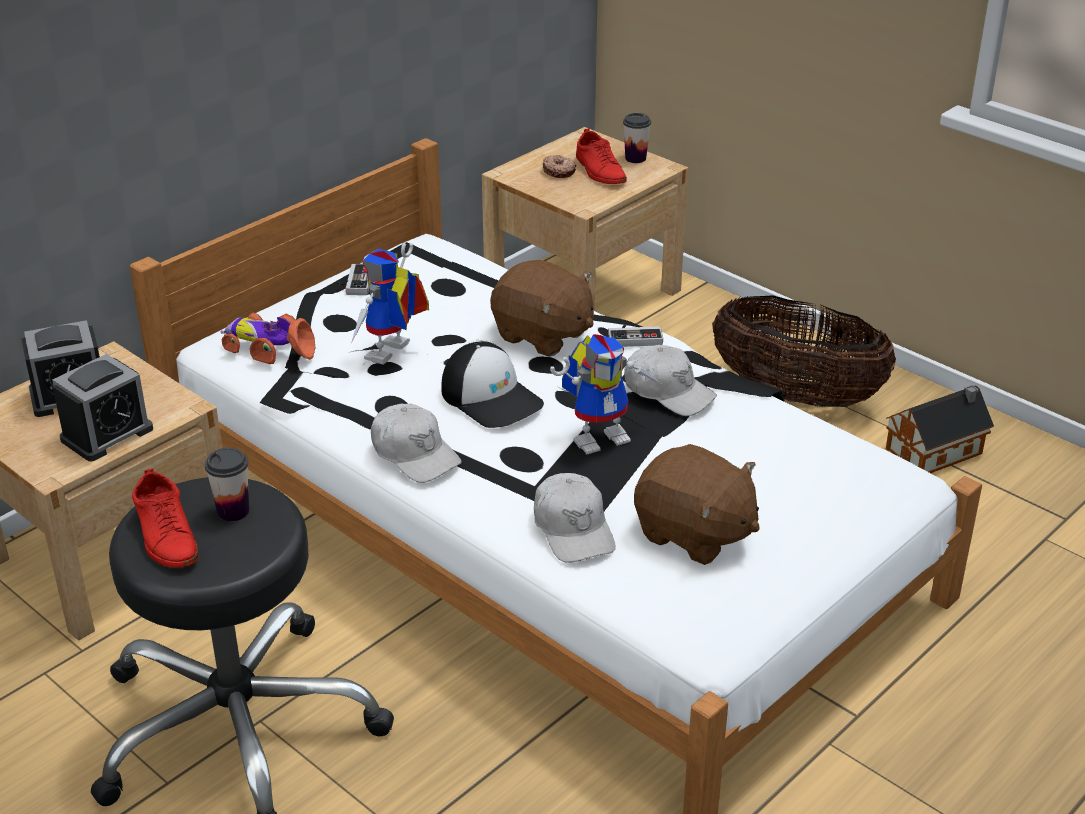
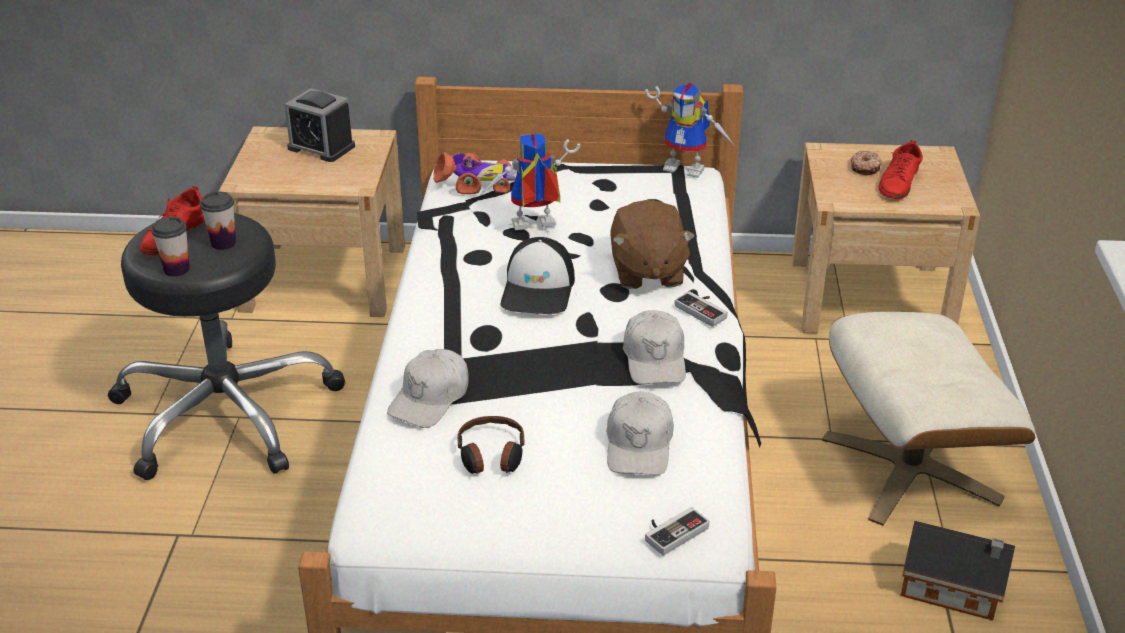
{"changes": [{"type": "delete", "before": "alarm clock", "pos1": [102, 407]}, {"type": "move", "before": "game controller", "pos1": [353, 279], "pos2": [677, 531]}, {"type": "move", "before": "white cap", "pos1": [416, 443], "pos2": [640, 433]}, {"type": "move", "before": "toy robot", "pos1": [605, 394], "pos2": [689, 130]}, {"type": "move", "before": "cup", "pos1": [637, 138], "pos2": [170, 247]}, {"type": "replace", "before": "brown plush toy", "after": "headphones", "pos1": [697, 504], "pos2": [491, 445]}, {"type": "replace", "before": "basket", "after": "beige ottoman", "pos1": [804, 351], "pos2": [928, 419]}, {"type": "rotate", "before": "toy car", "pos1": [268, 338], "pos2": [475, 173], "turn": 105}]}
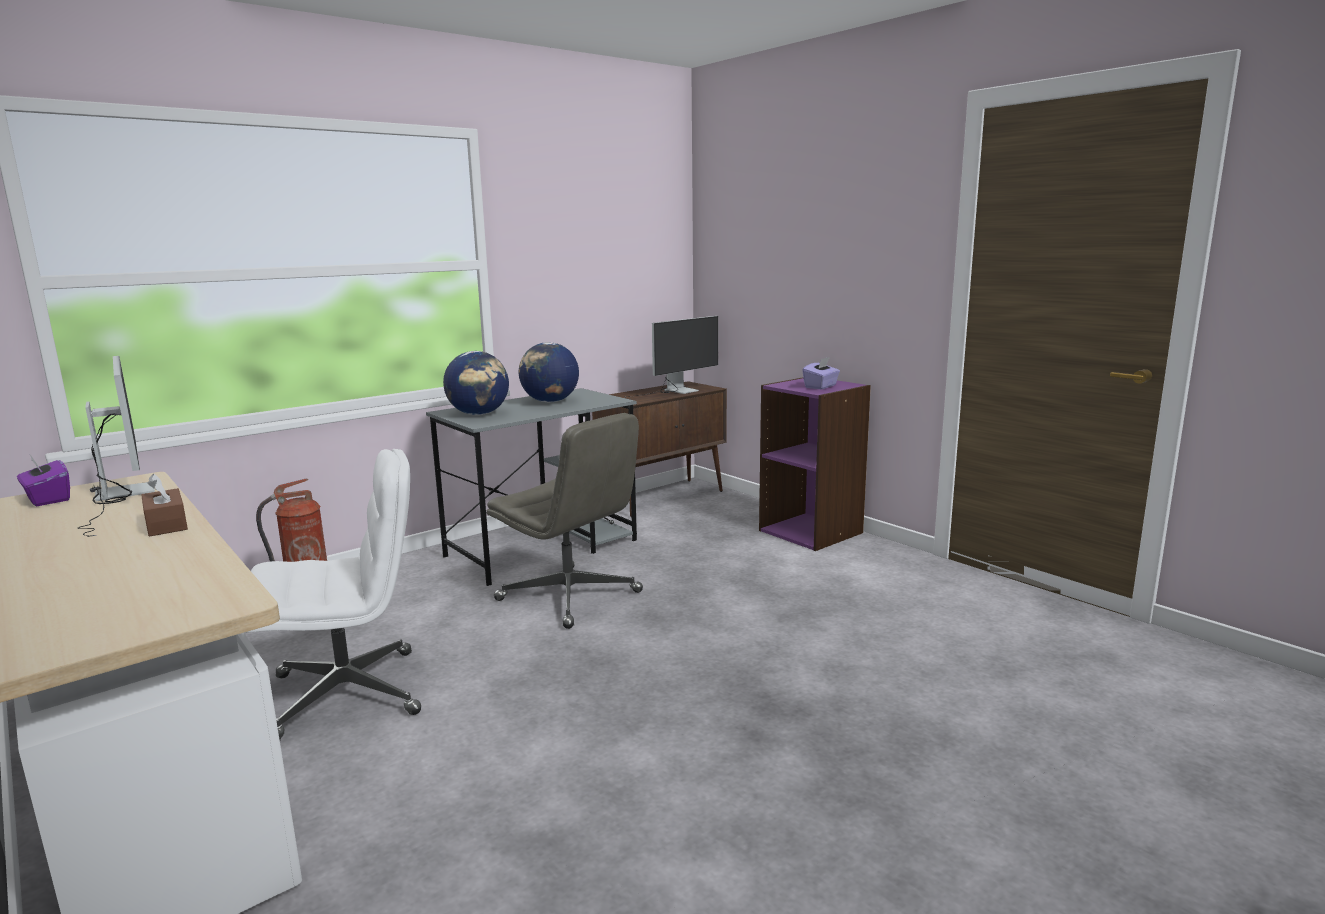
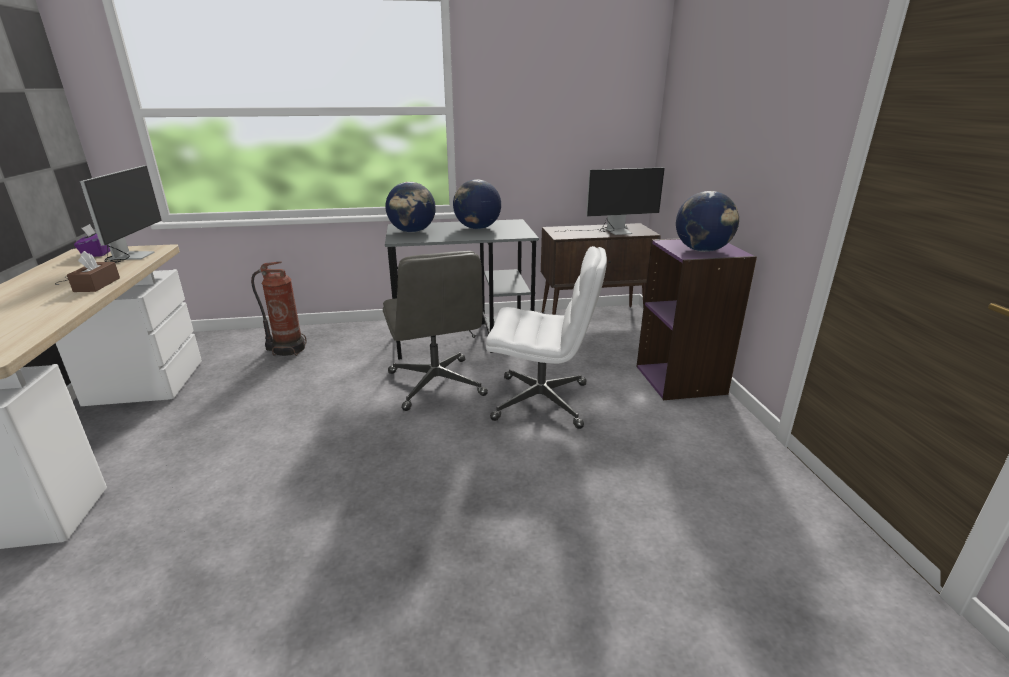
{"changes": [{"type": "move", "before": "white office chair", "pos1": [333, 594], "pos2": [546, 337]}, {"type": "replace", "before": "purple tissue box", "after": "globe", "pos1": [821, 373], "pos2": [707, 221]}]}
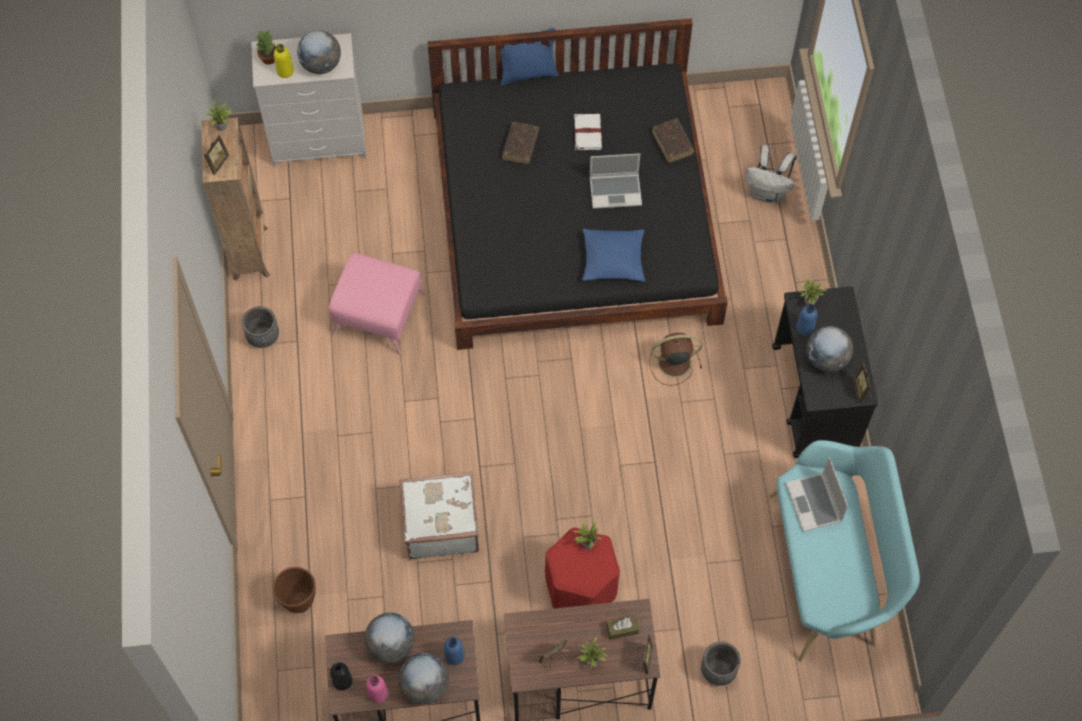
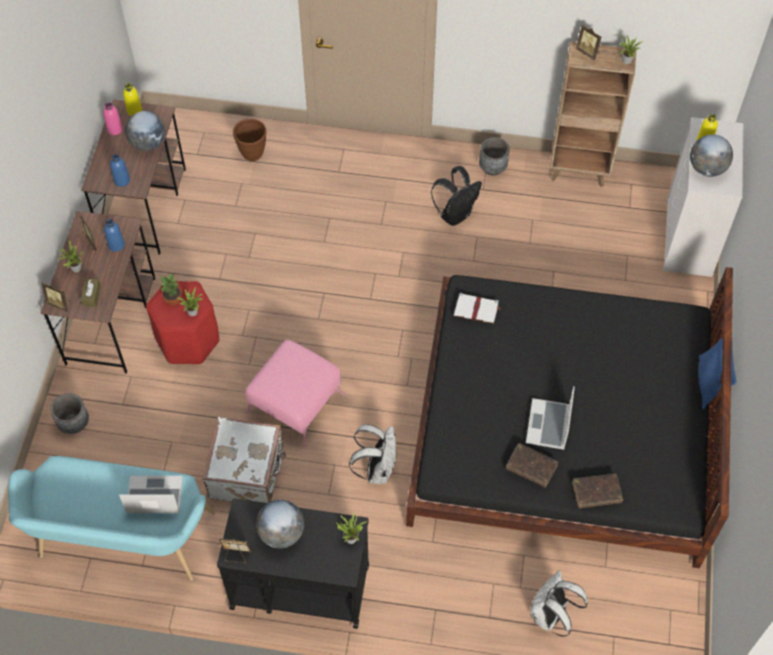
{"changes": [{"type": "delete", "before": "globe", "pos1": [423, 678]}, {"type": "delete", "before": "blue pillow", "pos1": [613, 255]}, {"type": "insert", "after": "black backpack", "pos2": [456, 196]}, {"type": "move", "before": "potted plant", "pos1": [265, 47], "pos2": [171, 289]}, {"type": "move", "before": "pink ottoman", "pos1": [377, 304], "pos2": [295, 393]}, {"type": "move", "before": "white suitcase", "pos1": [439, 515], "pos2": [244, 460]}, {"type": "move", "before": "brown book", "pos1": [520, 143], "pos2": [532, 465]}, {"type": "move", "before": "white book", "pos1": [588, 131], "pos2": [477, 308]}, {"type": "move", "before": "blue bottle", "pos1": [806, 319], "pos2": [114, 235]}, {"type": "replace", "before": "brown fan", "after": "white backpack", "pos1": [675, 359], "pos2": [373, 454]}, {"type": "recolor", "before": "black bottle", "after": "yellow bottle", "pos1": [341, 676], "pos2": [132, 99]}]}
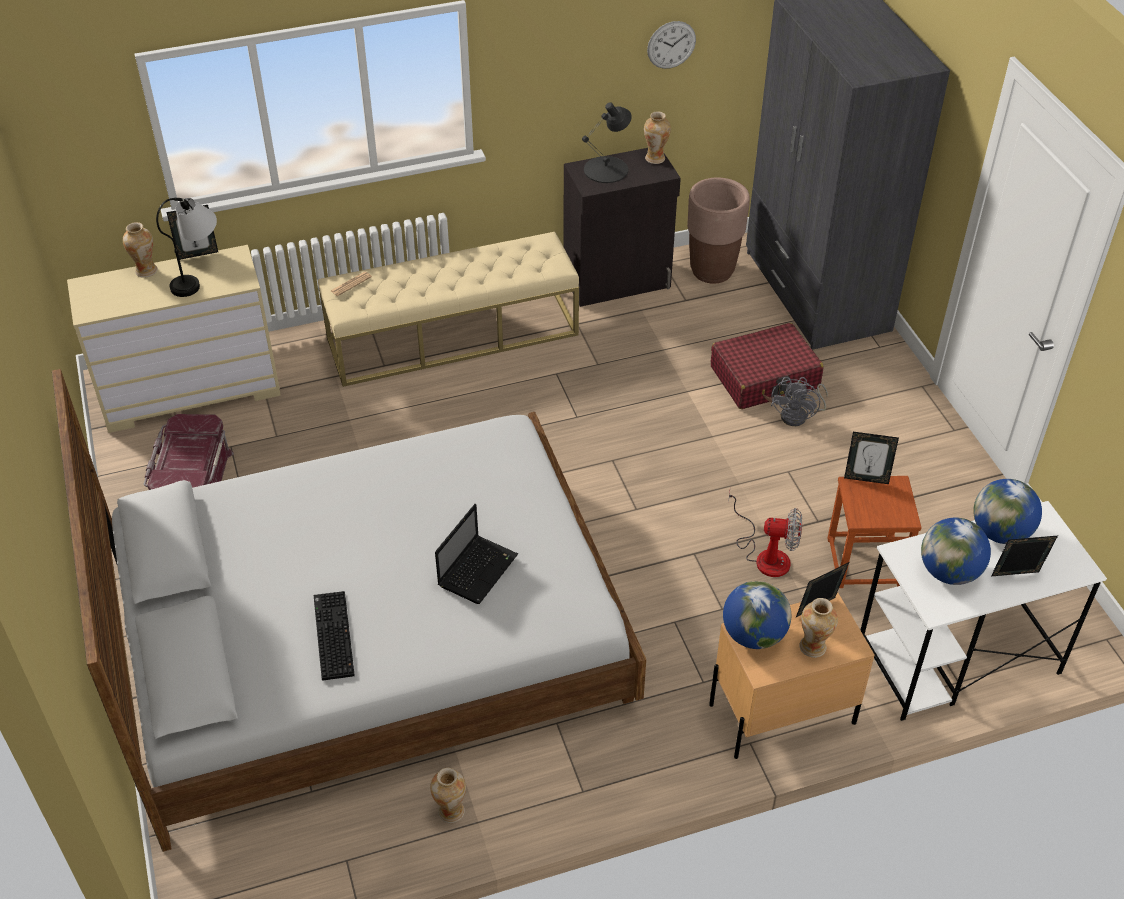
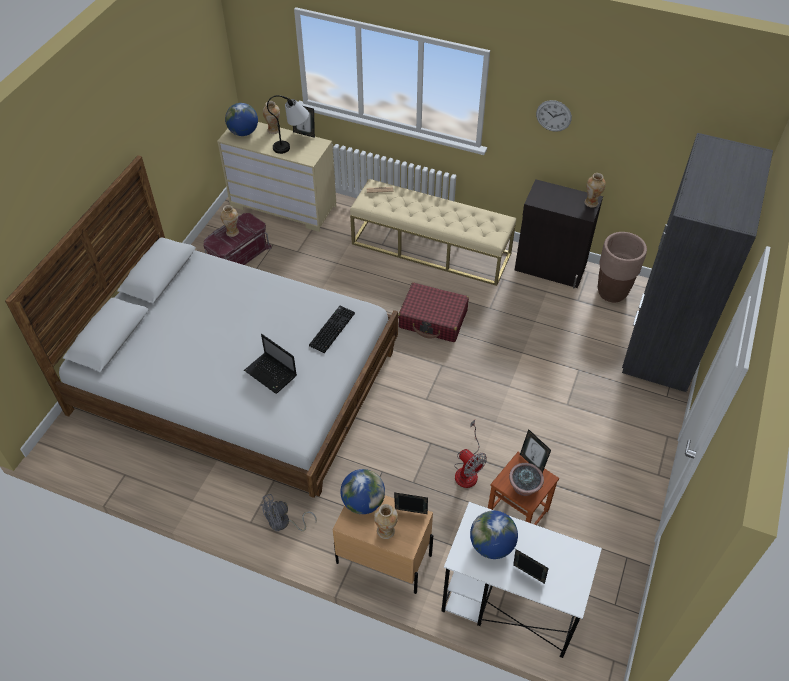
{"changes": [{"type": "delete", "before": "black table lamp", "pos1": [607, 142]}, {"type": "insert", "after": "potted plant", "pos2": [526, 479]}, {"type": "move", "before": "keyboard", "pos1": [334, 636], "pos2": [332, 329]}, {"type": "move", "before": "vase", "pos1": [448, 795], "pos2": [229, 221]}, {"type": "move", "before": "wall clock", "pos1": [671, 45], "pos2": [554, 116]}, {"type": "move", "before": "red suitcase", "pos1": [767, 366], "pos2": [433, 312]}, {"type": "move", "before": "grey fan", "pos1": [799, 401], "pos2": [288, 512]}, {"type": "move", "before": "globe", "pos1": [1007, 511], "pos2": [241, 119]}, {"type": "rotate", "before": "laptop", "pos1": [476, 554], "pos2": [270, 364], "turn": 60}]}
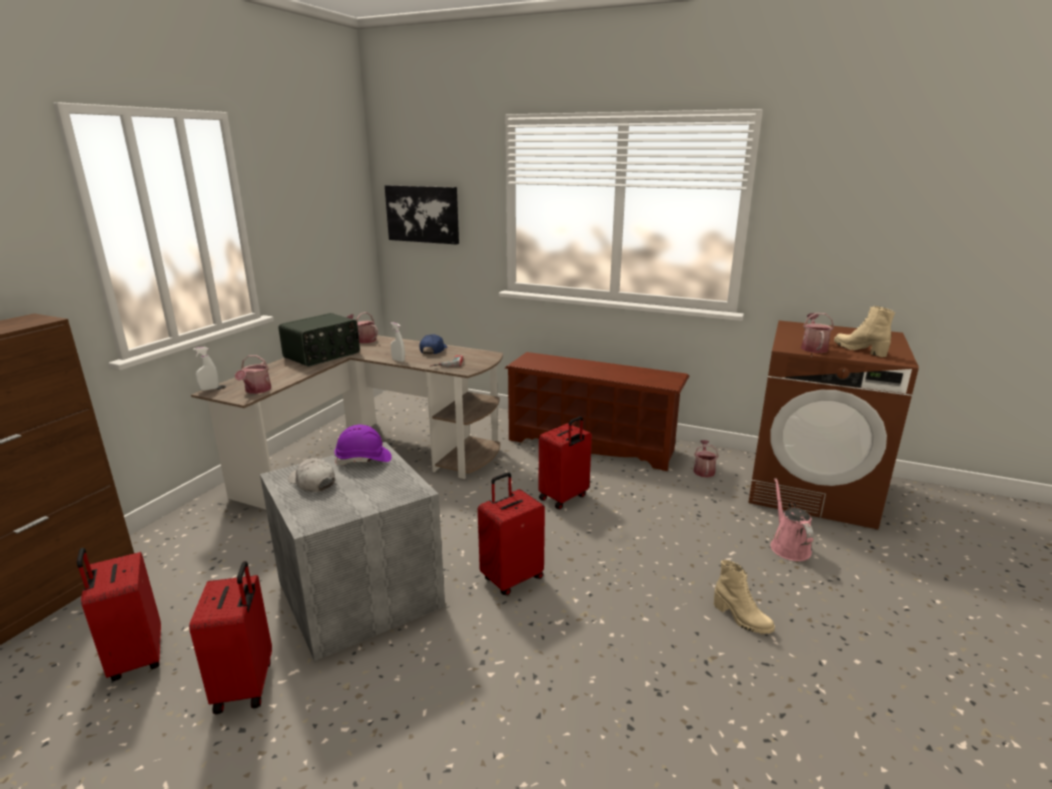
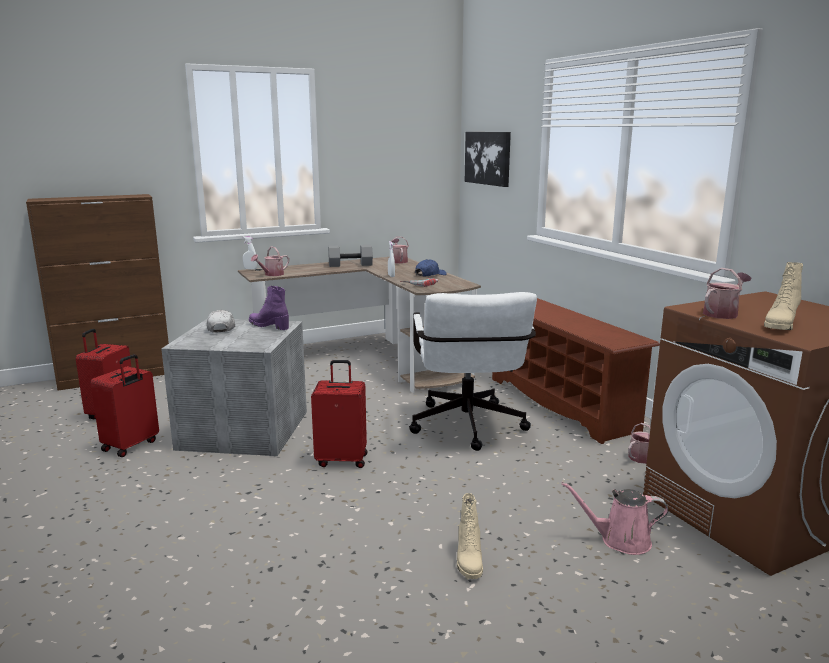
{"changes": [{"type": "replace", "before": "radio", "after": "grey dumbbell", "pos1": [319, 340], "pos2": [350, 256]}, {"type": "replace", "before": "purple hard hat", "after": "purple boot", "pos1": [363, 445], "pos2": [269, 308]}, {"type": "replace", "before": "red suitcase", "after": "white office chair", "pos1": [565, 463], "pos2": [473, 371]}, {"type": "rotate", "before": "pink watering can", "pos1": [792, 519], "pos2": [614, 518], "turn": -120}, {"type": "rotate", "before": "beige boot", "pos1": [864, 331], "pos2": [783, 296], "turn": -150}]}
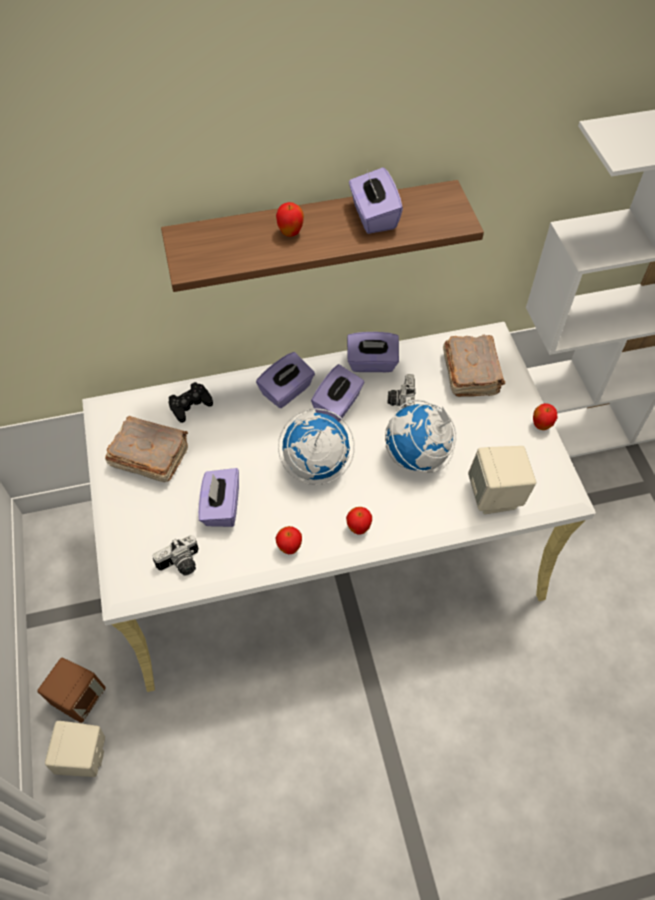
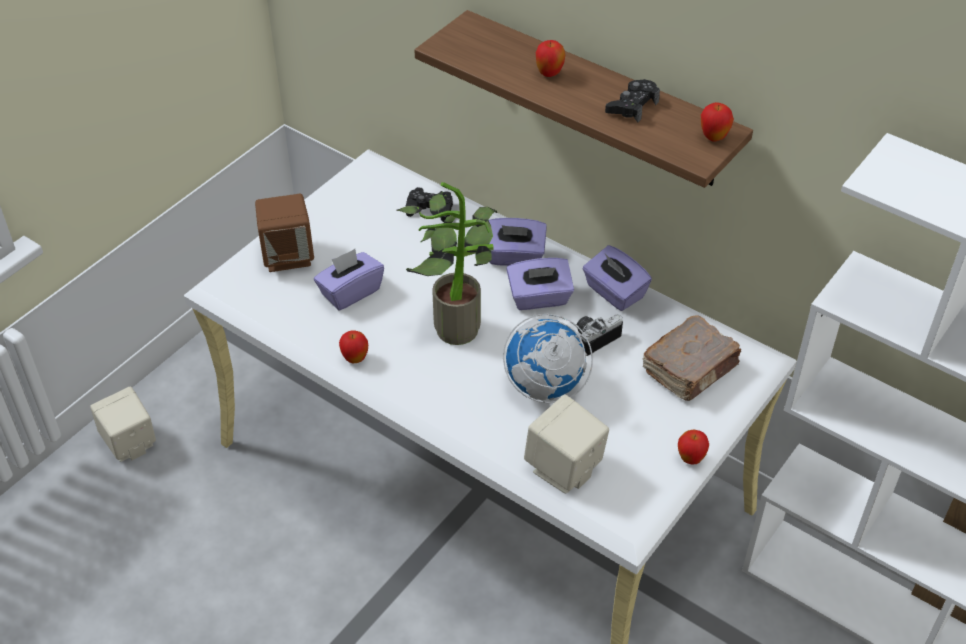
{"changes": [{"type": "delete", "before": "brown book", "pos1": [146, 449]}, {"type": "delete", "before": "photo camera", "pos1": [176, 555]}, {"type": "move", "before": "brown speaker", "pos1": [71, 690], "pos2": [284, 233]}, {"type": "move", "before": "apple", "pos1": [359, 520], "pos2": [717, 122]}, {"type": "replace", "before": "globe", "after": "potted plant", "pos1": [316, 446], "pos2": [446, 263]}, {"type": "replace", "before": "purple tissue box", "after": "black game controller", "pos1": [376, 200], "pos2": [632, 101]}]}
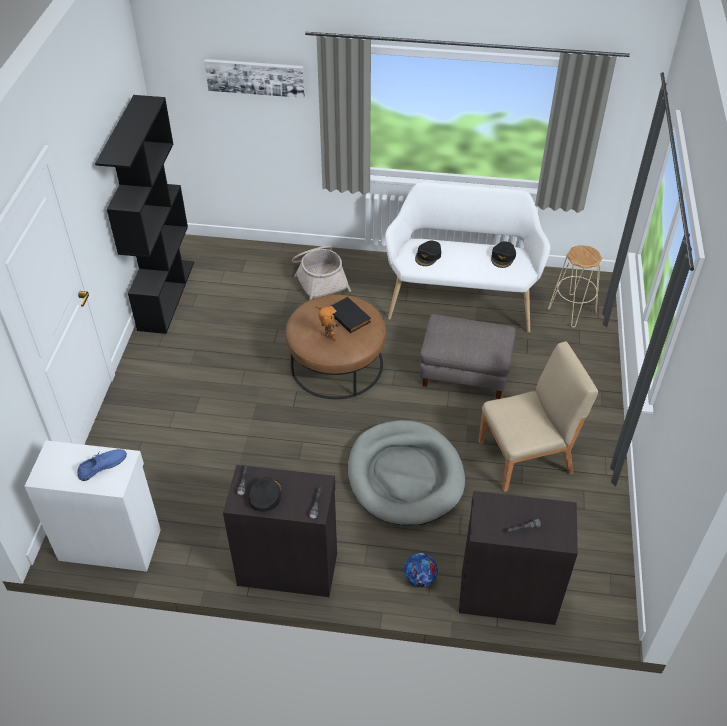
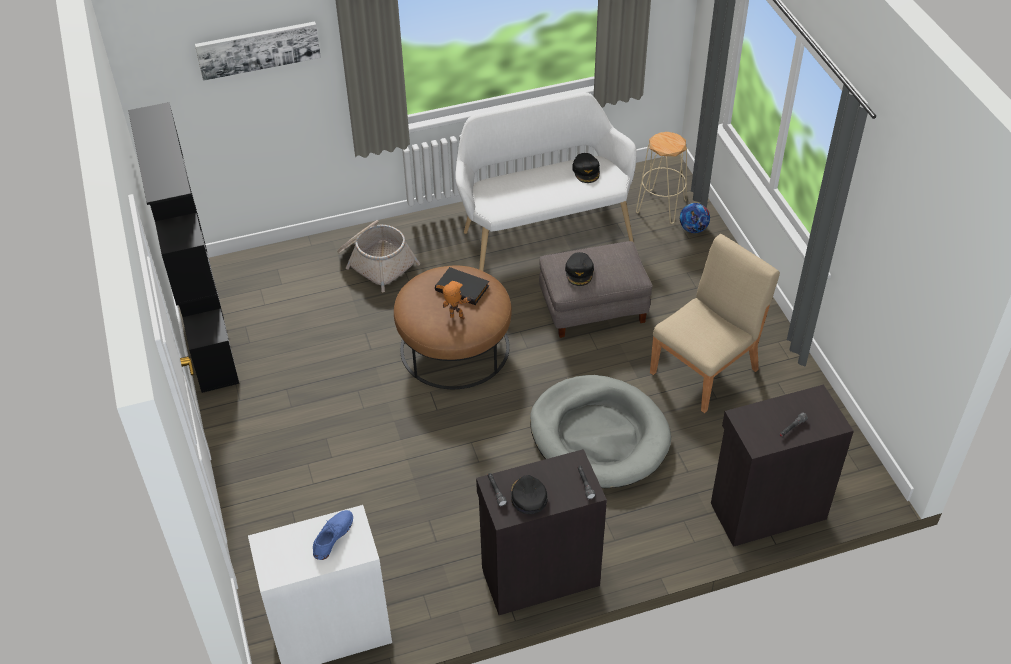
{"changes": [{"type": "move", "before": "football", "pos1": [421, 570], "pos2": [695, 218]}, {"type": "move", "before": "black cap", "pos1": [428, 253], "pos2": [579, 269]}]}
